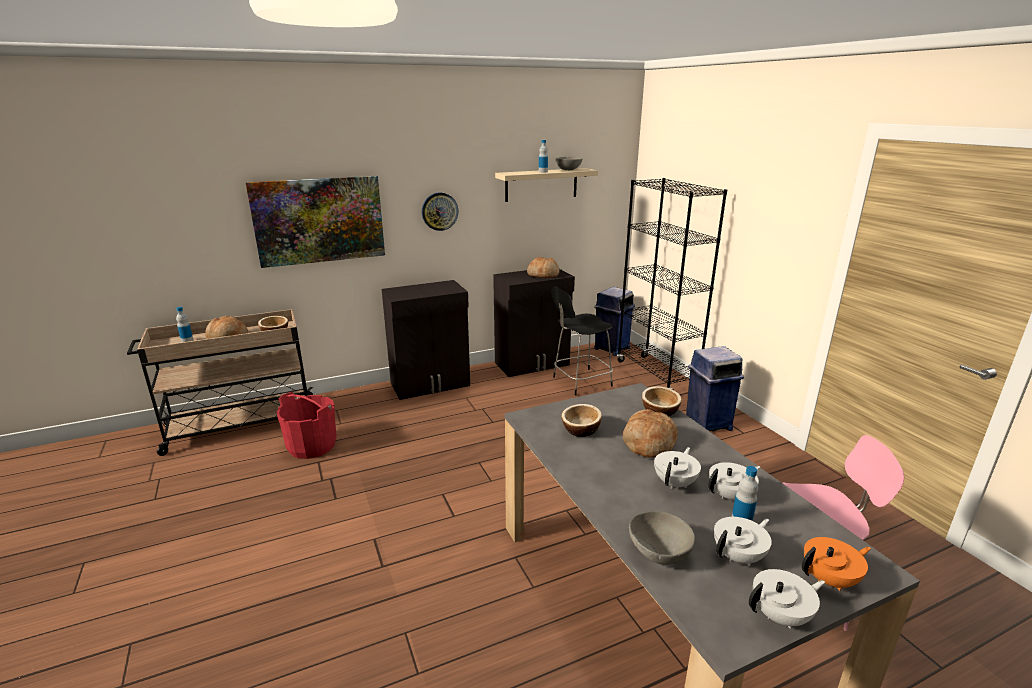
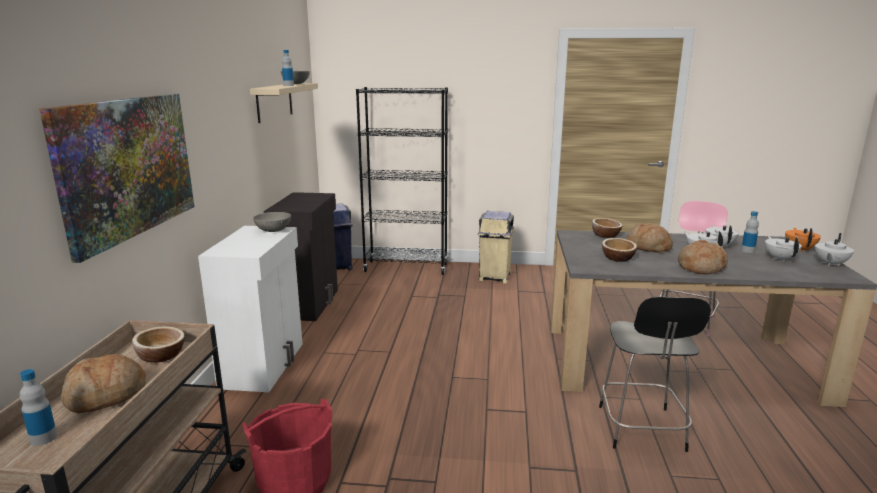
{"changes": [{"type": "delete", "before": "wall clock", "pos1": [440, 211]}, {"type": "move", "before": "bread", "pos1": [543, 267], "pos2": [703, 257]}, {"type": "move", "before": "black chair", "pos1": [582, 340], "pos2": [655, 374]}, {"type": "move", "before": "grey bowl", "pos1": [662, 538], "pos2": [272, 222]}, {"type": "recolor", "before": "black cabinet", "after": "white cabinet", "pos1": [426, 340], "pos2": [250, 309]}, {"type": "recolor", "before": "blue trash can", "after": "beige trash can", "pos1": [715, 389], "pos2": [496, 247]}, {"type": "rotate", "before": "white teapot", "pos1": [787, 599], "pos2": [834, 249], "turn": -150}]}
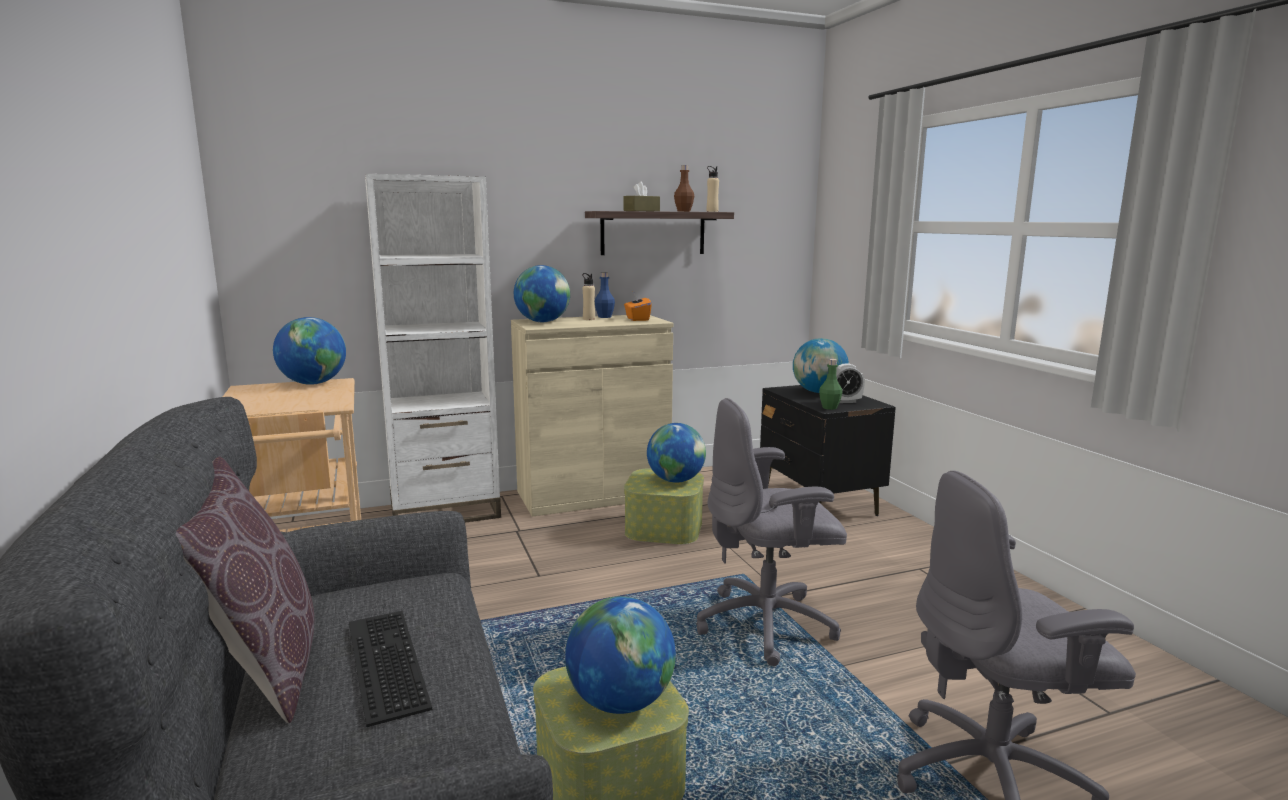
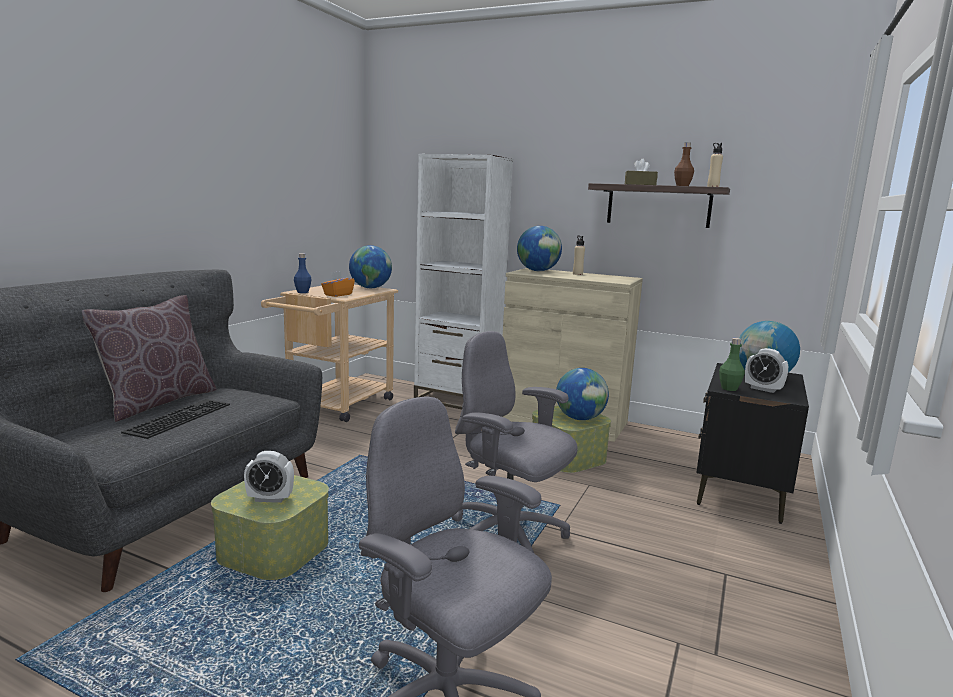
{"changes": [{"type": "move", "before": "blue bottle", "pos1": [605, 295], "pos2": [302, 273]}, {"type": "move", "before": "orange tissue box", "pos1": [638, 306], "pos2": [338, 284]}, {"type": "replace", "before": "globe", "after": "alarm clock", "pos1": [620, 655], "pos2": [269, 477]}]}
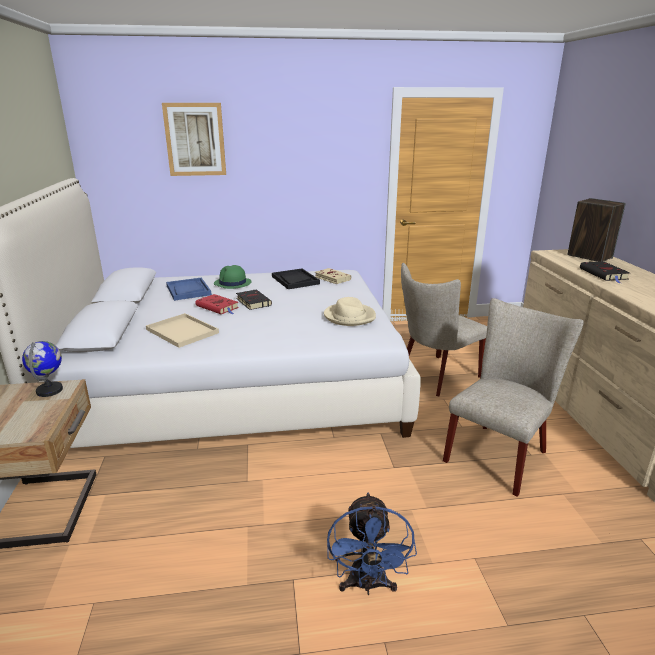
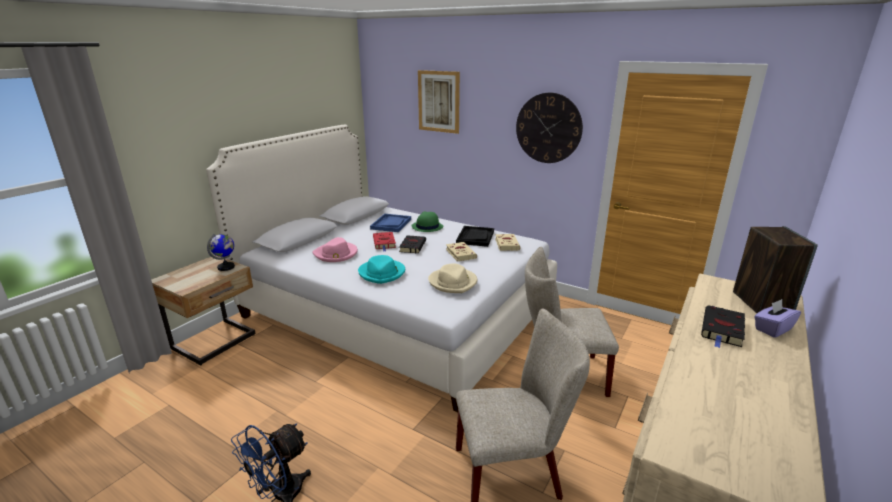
{"changes": [{"type": "insert", "after": "turquoise hat", "pos2": [381, 269]}, {"type": "insert", "after": "beige book", "pos2": [461, 252]}, {"type": "insert", "after": "wall clock", "pos2": [549, 127]}, {"type": "insert", "after": "purple tissue box", "pos2": [777, 318]}, {"type": "replace", "before": "beige tray", "after": "pink hat", "pos1": [182, 330], "pos2": [335, 249]}]}
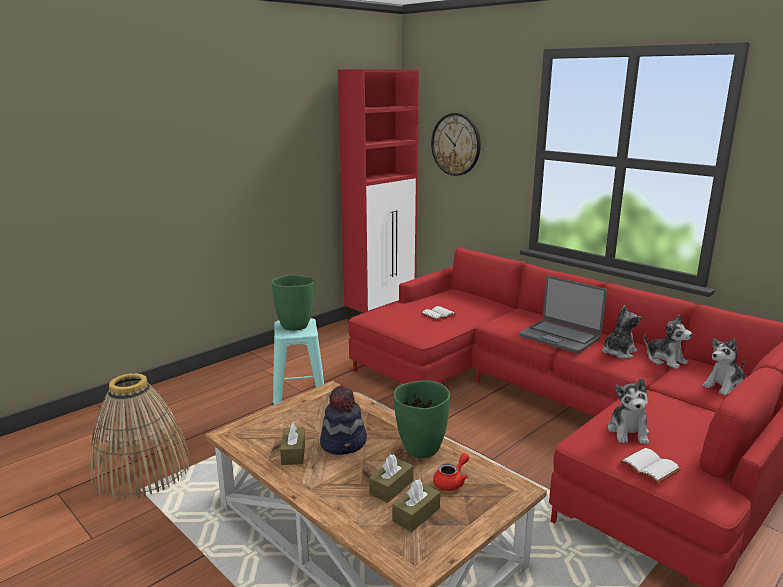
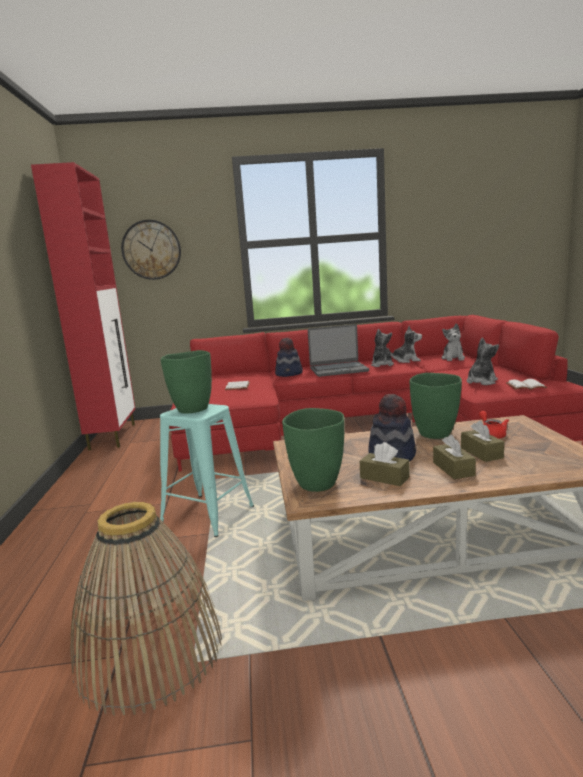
{"changes": [{"type": "insert", "after": "hat", "pos2": [289, 357]}, {"type": "insert", "after": "green vase", "pos2": [313, 450]}, {"type": "move", "before": "brown tissue box", "pos1": [416, 506], "pos2": [454, 457]}, {"type": "rotate", "before": "plush toy", "pos1": [628, 411], "pos2": [483, 361], "turn": -90}]}
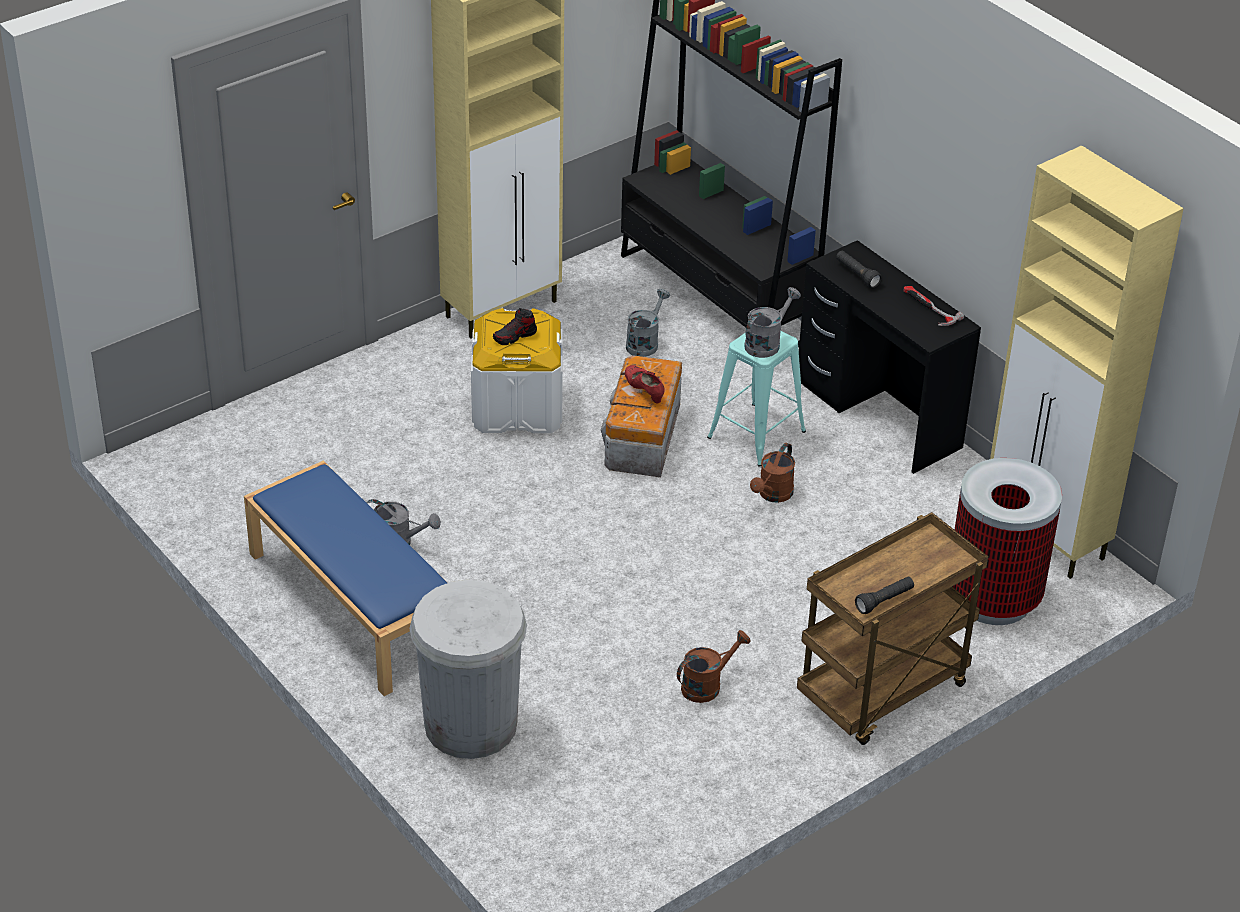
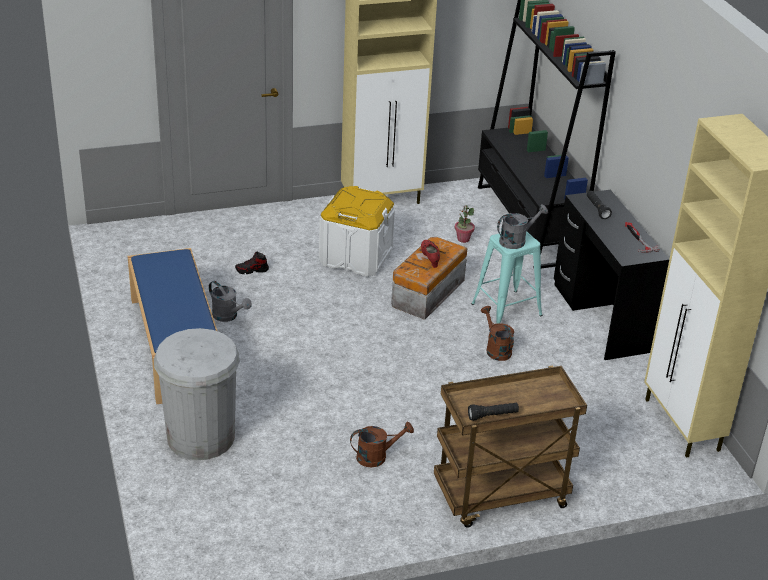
{"changes": [{"type": "delete", "before": "trash can", "pos1": [1007, 541]}, {"type": "move", "before": "shoe", "pos1": [515, 326], "pos2": [252, 263]}, {"type": "replace", "before": "grey watering can", "after": "potted plant", "pos1": [648, 323], "pos2": [465, 224]}, {"type": "rotate", "before": "brown watering can", "pos1": [772, 473], "pos2": [497, 333], "turn": 105}]}
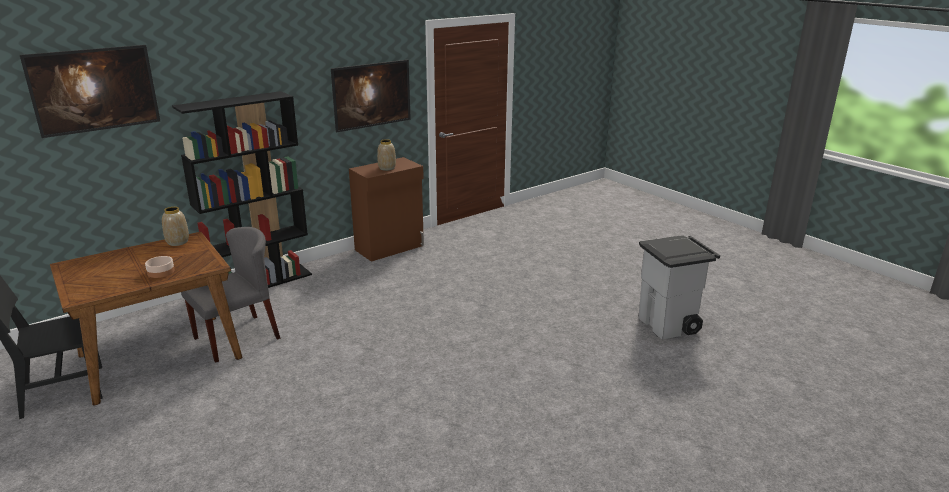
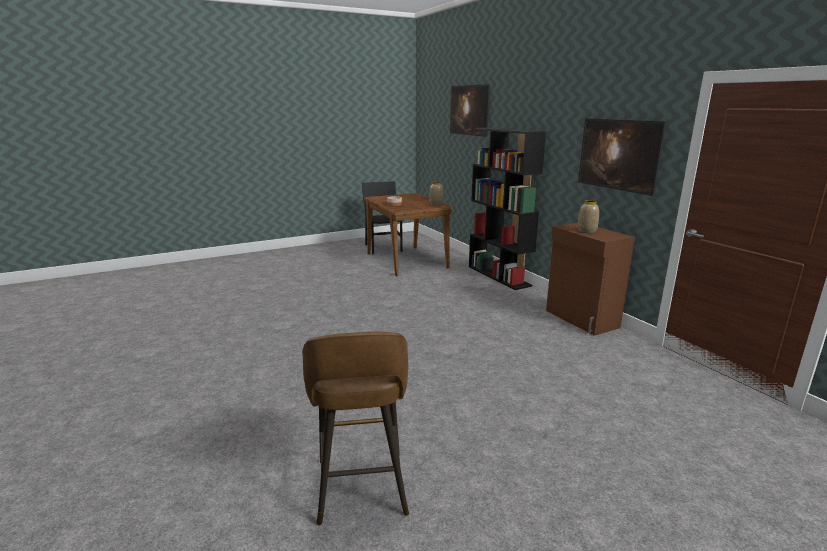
{"changes": [{"type": "delete", "before": "grey chair", "pos1": [230, 295]}, {"type": "replace", "before": "grey trash can", "after": "brown stool", "pos1": [679, 287], "pos2": [355, 428]}]}
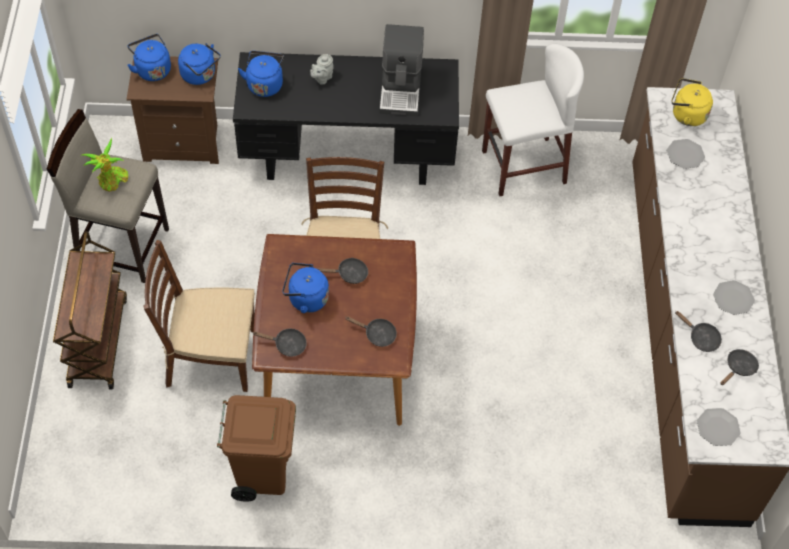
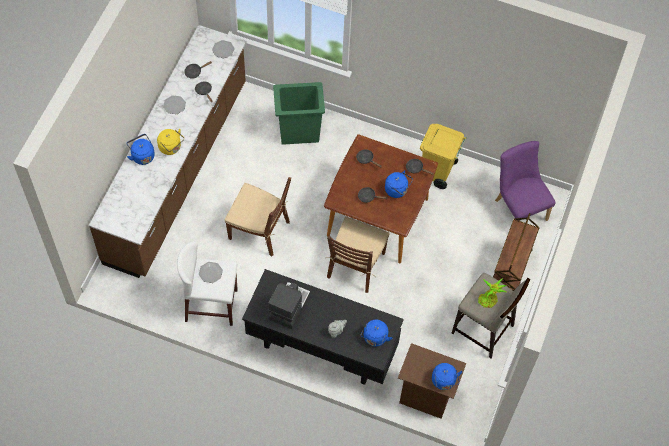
{"changes": [{"type": "insert", "after": "green trash can", "pos2": [299, 113]}, {"type": "insert", "after": "purple chair", "pos2": [525, 181]}, {"type": "move", "before": "brown chair", "pos1": [199, 316], "pos2": [258, 217]}, {"type": "move", "before": "blue kettle", "pos1": [199, 64], "pos2": [140, 149]}, {"type": "move", "before": "plate", "pos1": [686, 154], "pos2": [211, 272]}, {"type": "move", "before": "yellow kettle", "pos1": [692, 102], "pos2": [170, 142]}, {"type": "recolor", "before": "brown trash can", "after": "yellow trash can", "pos1": [256, 448], "pos2": [443, 156]}]}
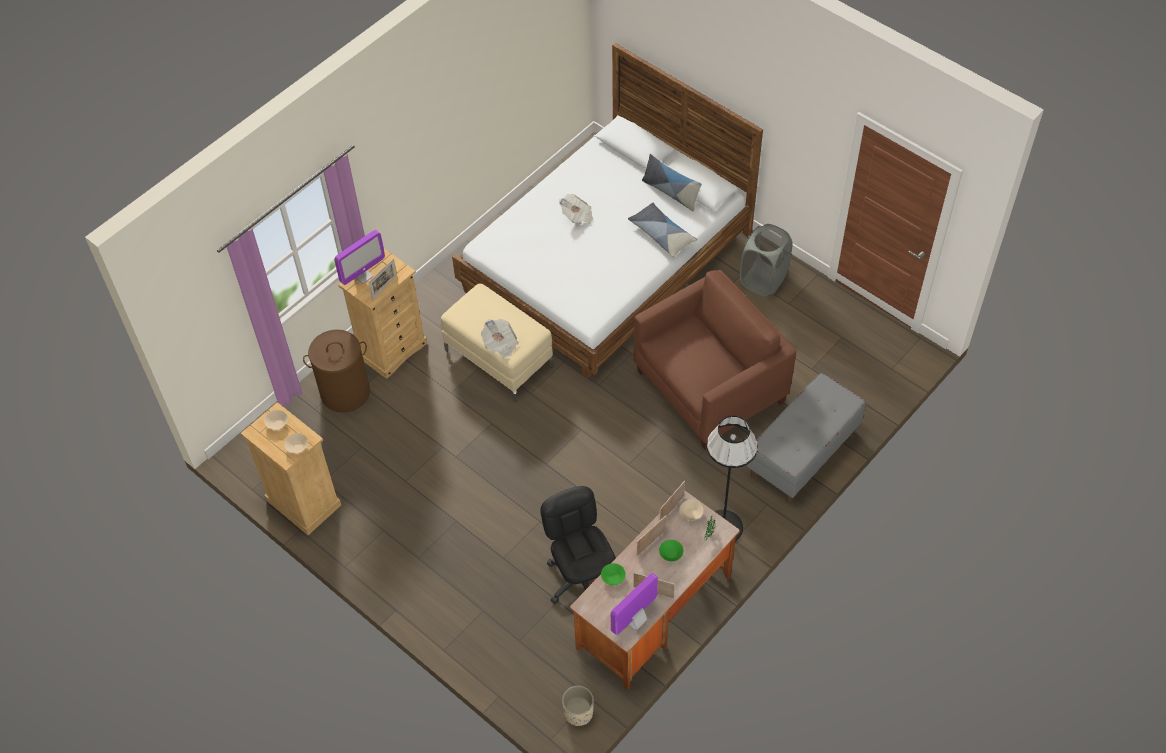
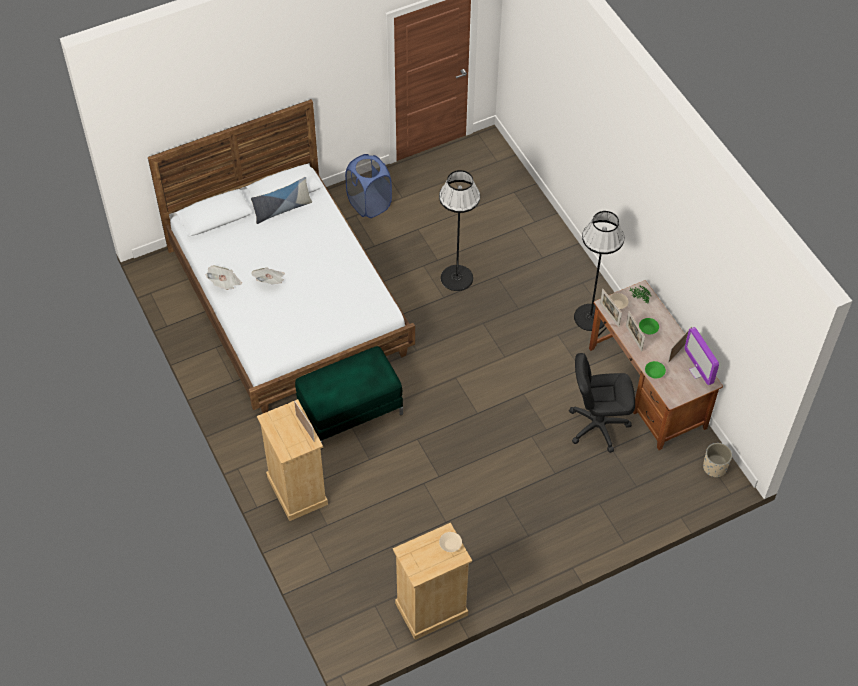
{"changes": [{"type": "delete", "before": "beige bowl", "pos1": [276, 420]}, {"type": "delete", "before": "brown laundry basket", "pos1": [336, 371]}, {"type": "delete", "before": "monitor", "pos1": [359, 257]}, {"type": "delete", "before": "pillow", "pos1": [662, 230]}, {"type": "delete", "before": "grey bench", "pos1": [806, 438]}, {"type": "move", "before": "newspaper", "pos1": [500, 339], "pos2": [223, 277]}, {"type": "replace", "before": "brown armchair", "after": "black floor lamp", "pos1": [715, 360], "pos2": [459, 230]}, {"type": "recolor", "before": "beige ottoman", "after": "green ottoman", "pos1": [497, 342], "pos2": [349, 397]}, {"type": "recolor", "before": "grey laundry basket", "after": "blue laundry basket", "pos1": [766, 260], "pos2": [368, 186]}]}
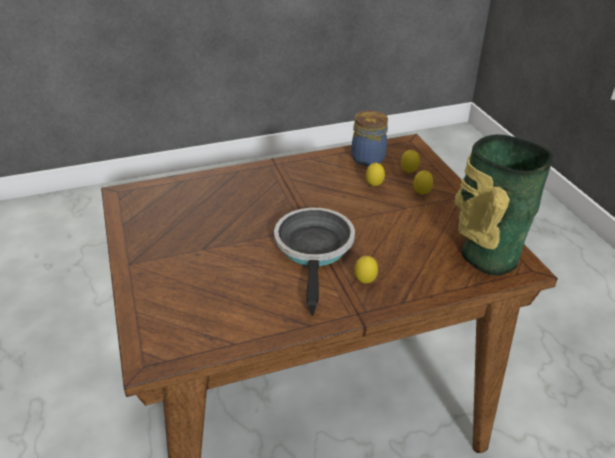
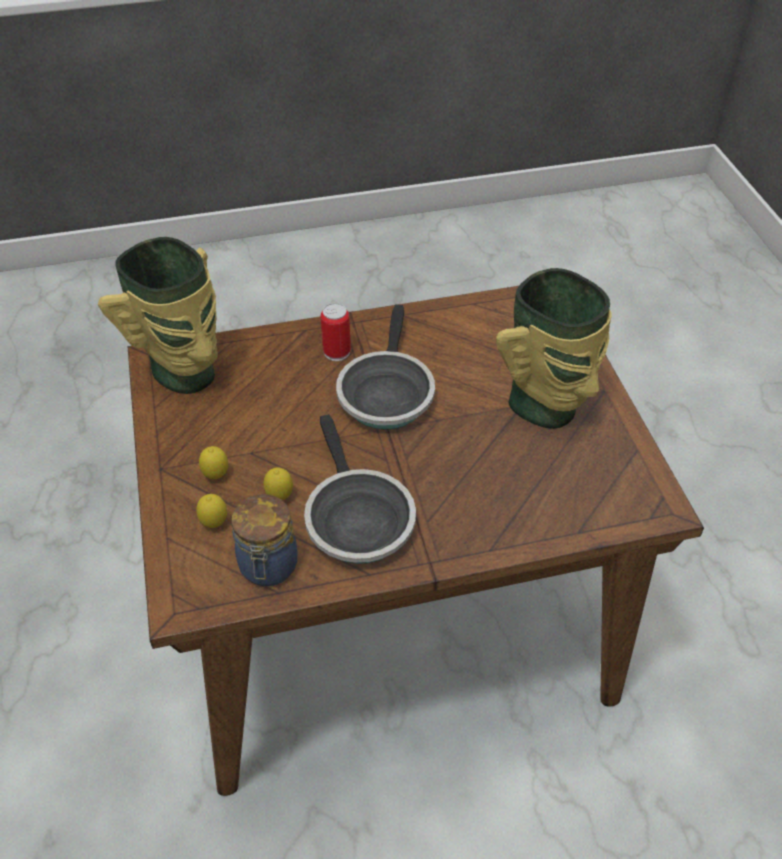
{"changes": [{"type": "insert", "after": "frying pan", "pos2": [360, 489]}, {"type": "insert", "after": "vase", "pos2": [553, 348]}, {"type": "replace", "before": "lemon", "after": "can", "pos1": [366, 270], "pos2": [336, 332]}]}
